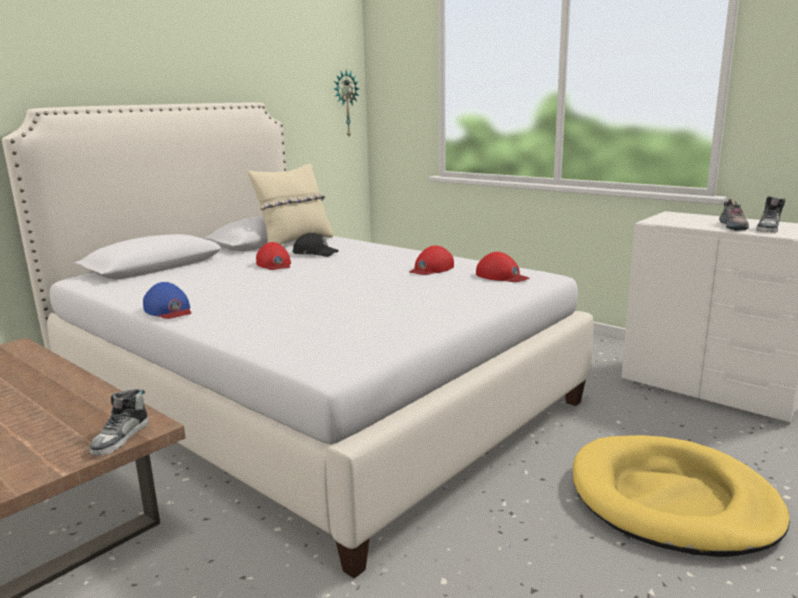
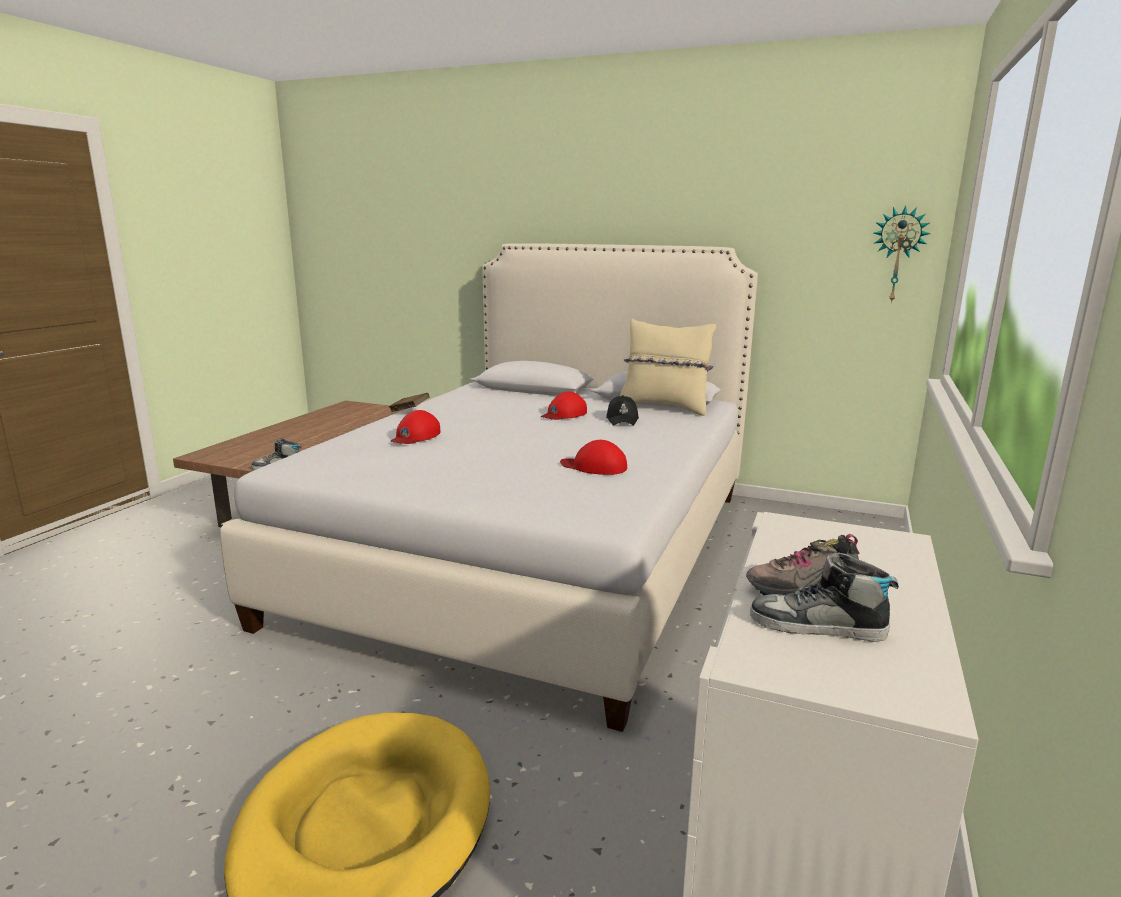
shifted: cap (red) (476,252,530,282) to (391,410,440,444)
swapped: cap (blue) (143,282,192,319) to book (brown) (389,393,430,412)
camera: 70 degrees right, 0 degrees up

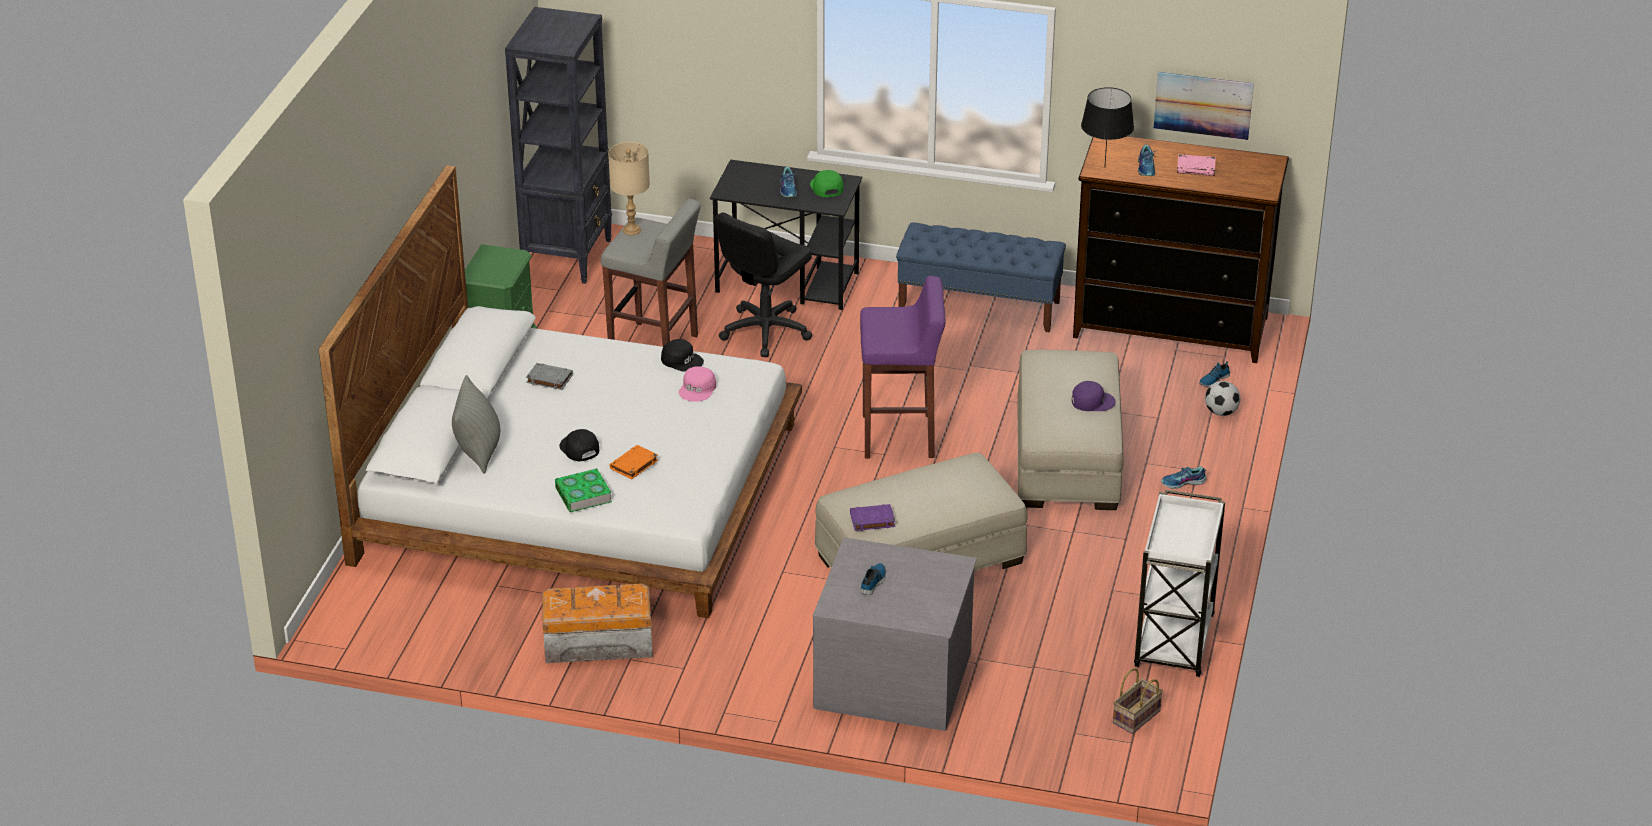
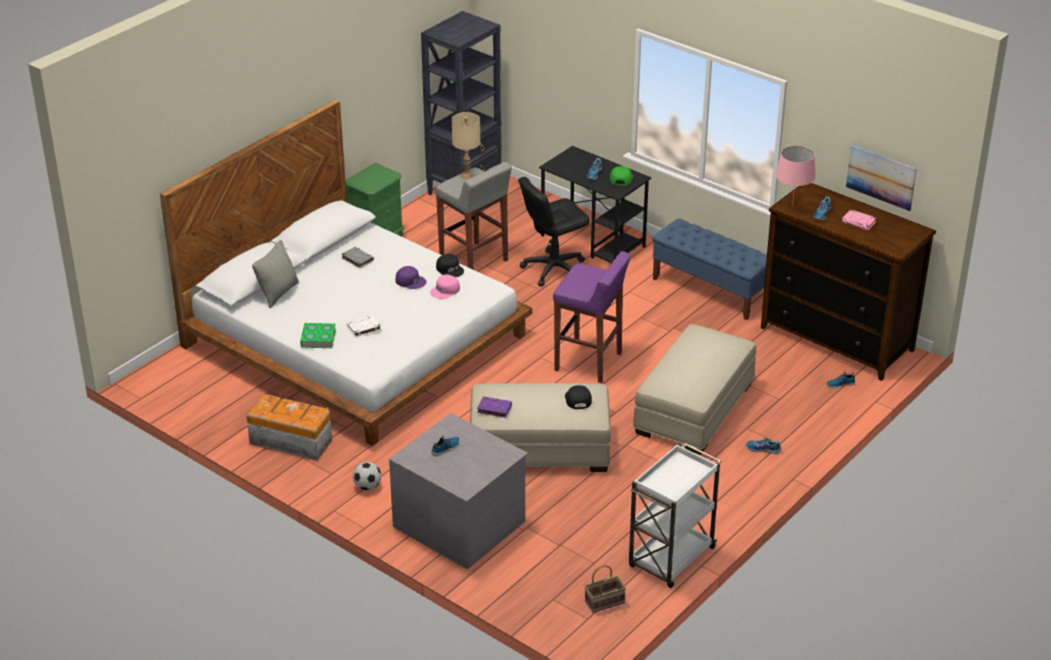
shifted: football (1205,381,1240,416) to (353,462,381,490); cap (purple) (1072,381,1116,411) to (396,266,427,289); cap (black) (560,429,599,461) to (565,385,592,409)
repainted: book (orange) (609,445,658,480) to book (white) (347,315,381,337); table lamp (black) (1081,87,1134,164) to table lamp (pink) (775,146,816,207)
camera: 25 degrees right, 0 degrees up

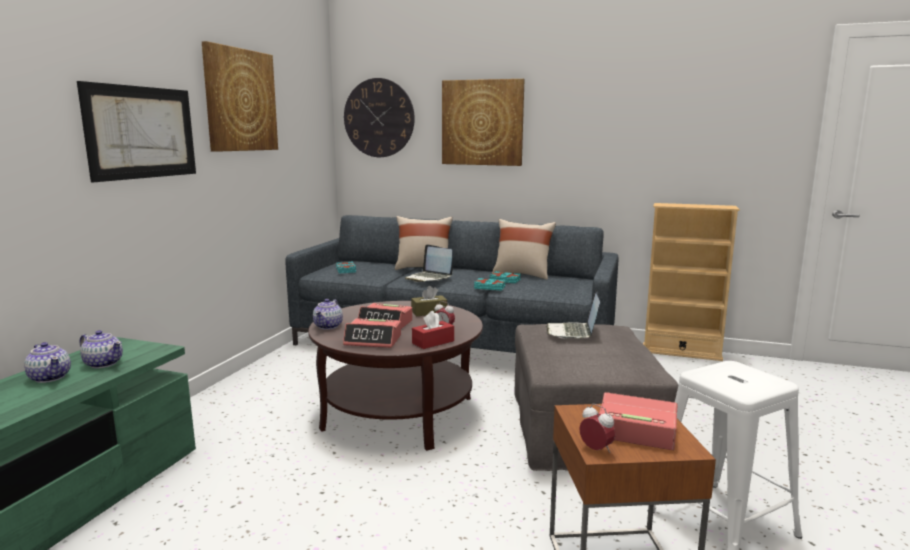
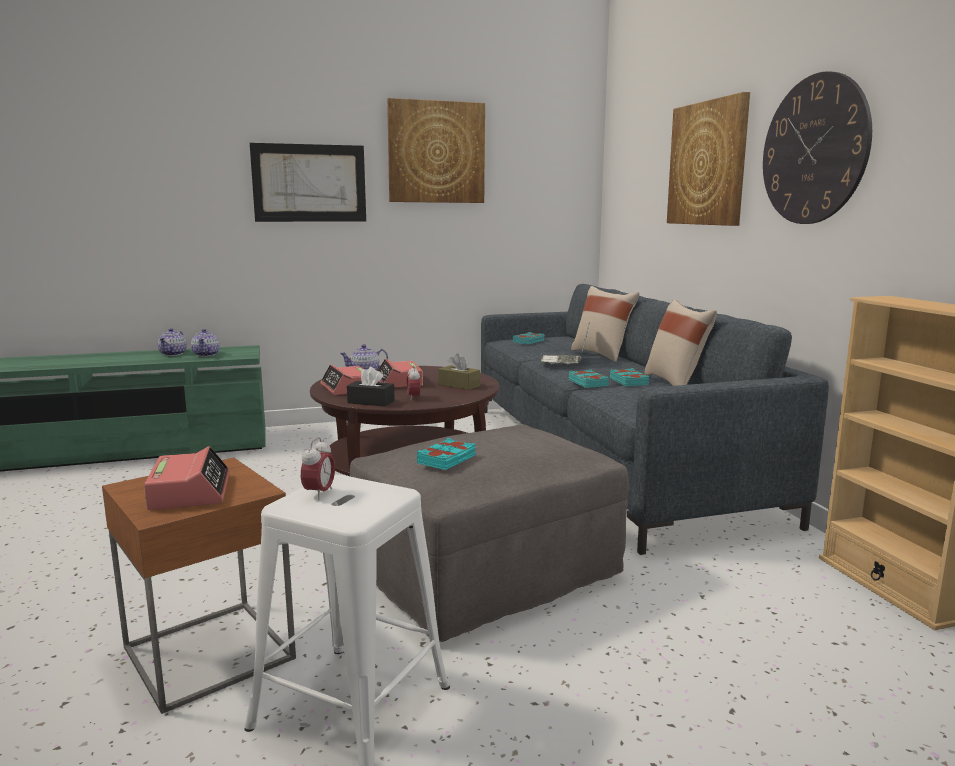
gone: laptop (546,289,600,339)
new: book (turquoise) (417,438,476,470)
shifted: alarm clock (579,404,616,453) to (301,437,335,500); wall clock (344,78,415,157) to (763,71,872,224)
repainted: tissue box (red) (412,311,454,349) to tissue box (black) (347,367,395,407)
camera: 55 degrees right, 0 degrees up

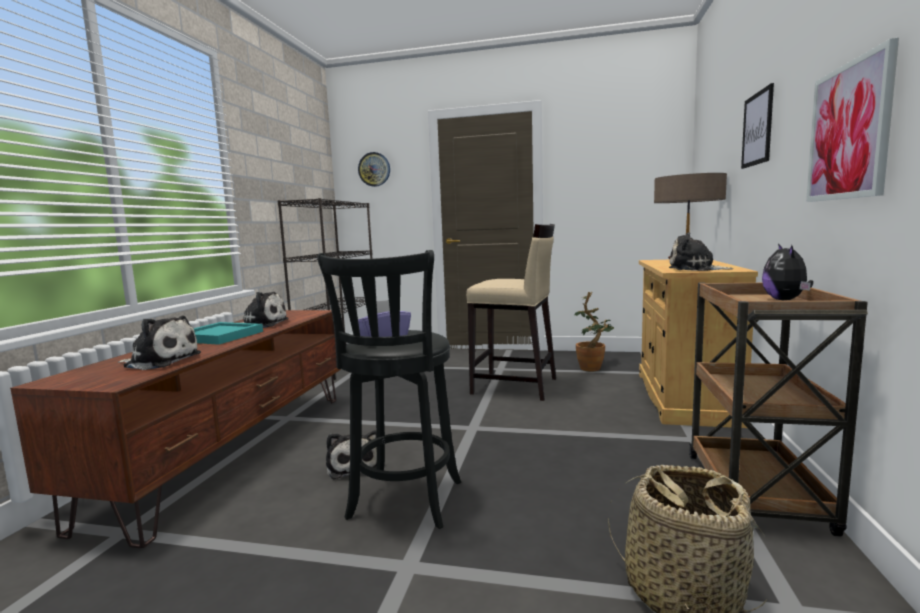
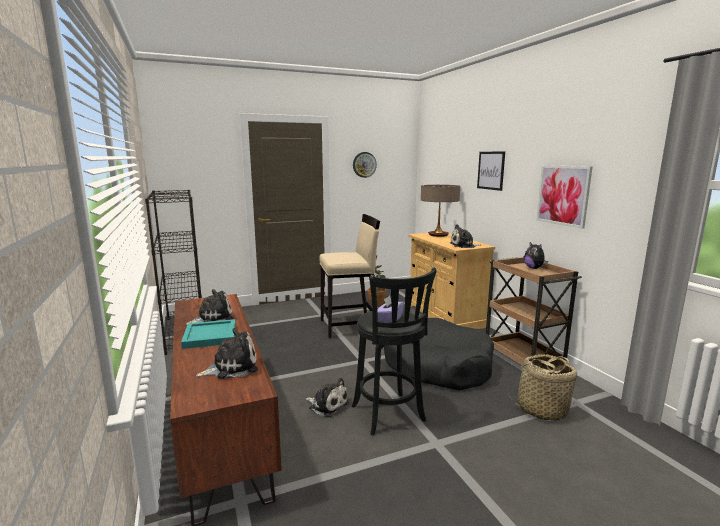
new: dog bed (black) (384,318,494,390)
shifted: wall clock (358,152,390,187) to (353,152,377,178)
camera: 35 degrees left, 5 degrees up

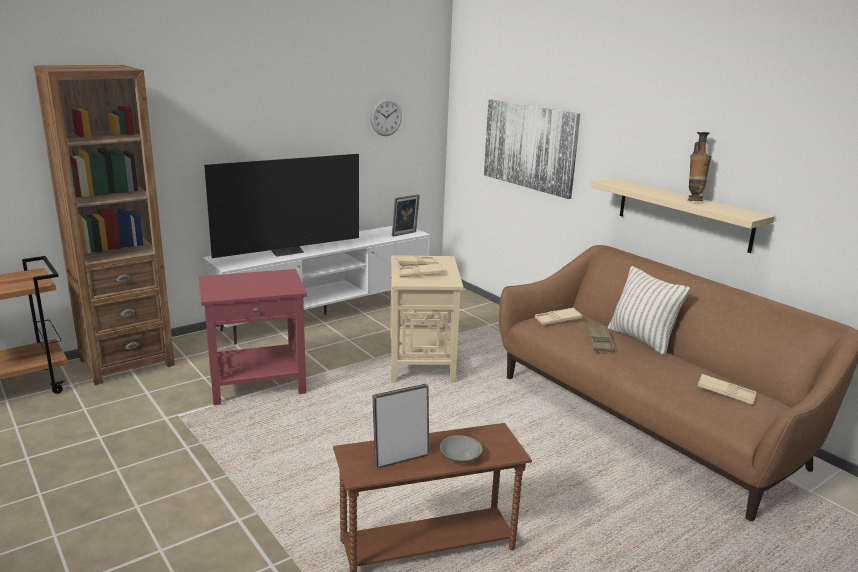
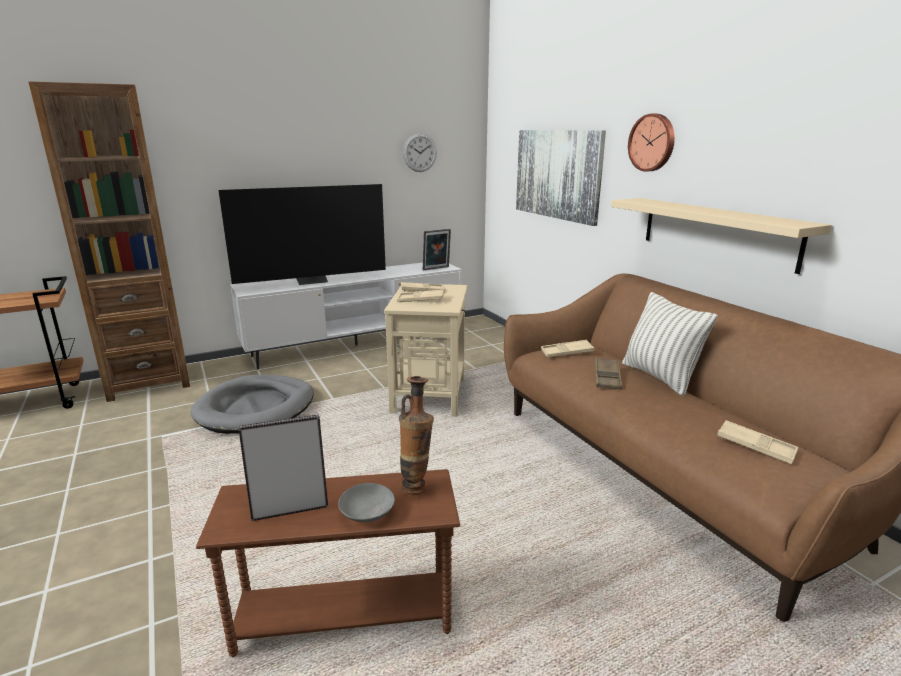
new: wall clock (628,114,675,172)
shifted: vase (688,132,712,201) to (399,376,434,495)
swapped: side table (red) (199,269,307,405) to dog bed (grey) (191,375,313,434)
camera: 10 degrees right, 0 degrees up

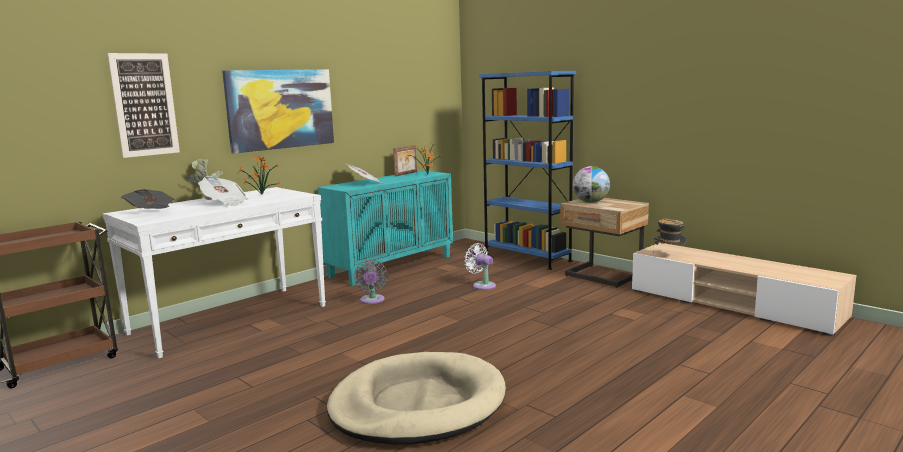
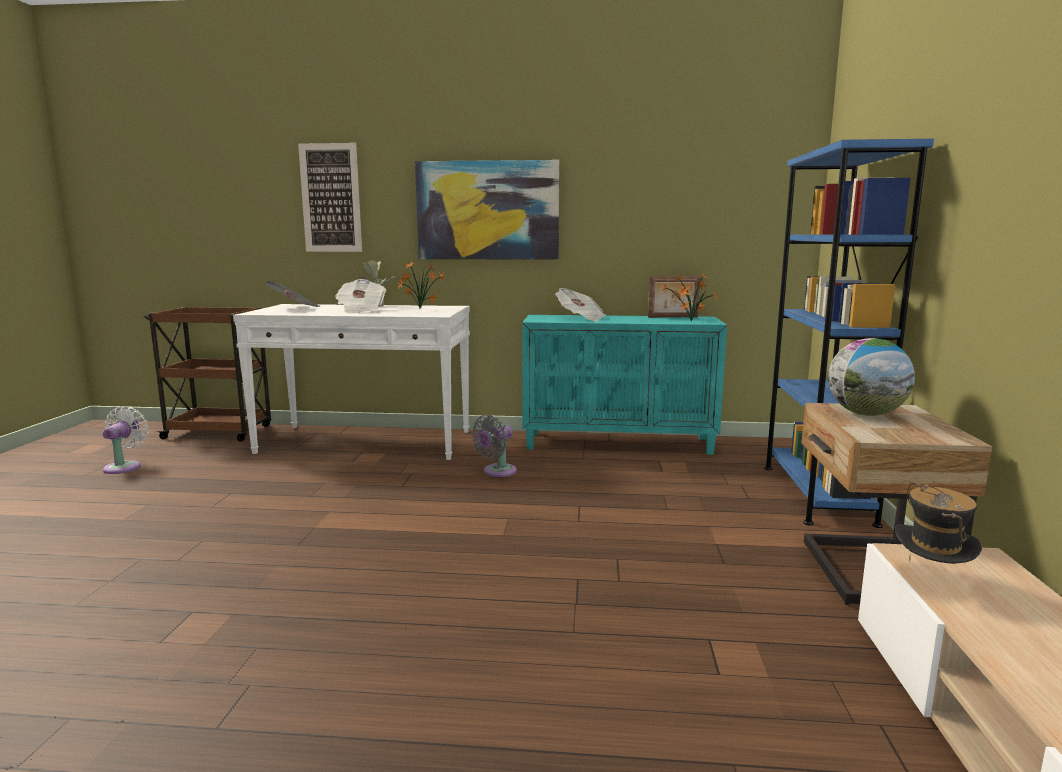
gone: dog bed (beige) (327,352,506,445)
shifted: fan (white) (464,243,496,290) to (103,406,149,474)
camera: 50 degrees right, 0 degrees up

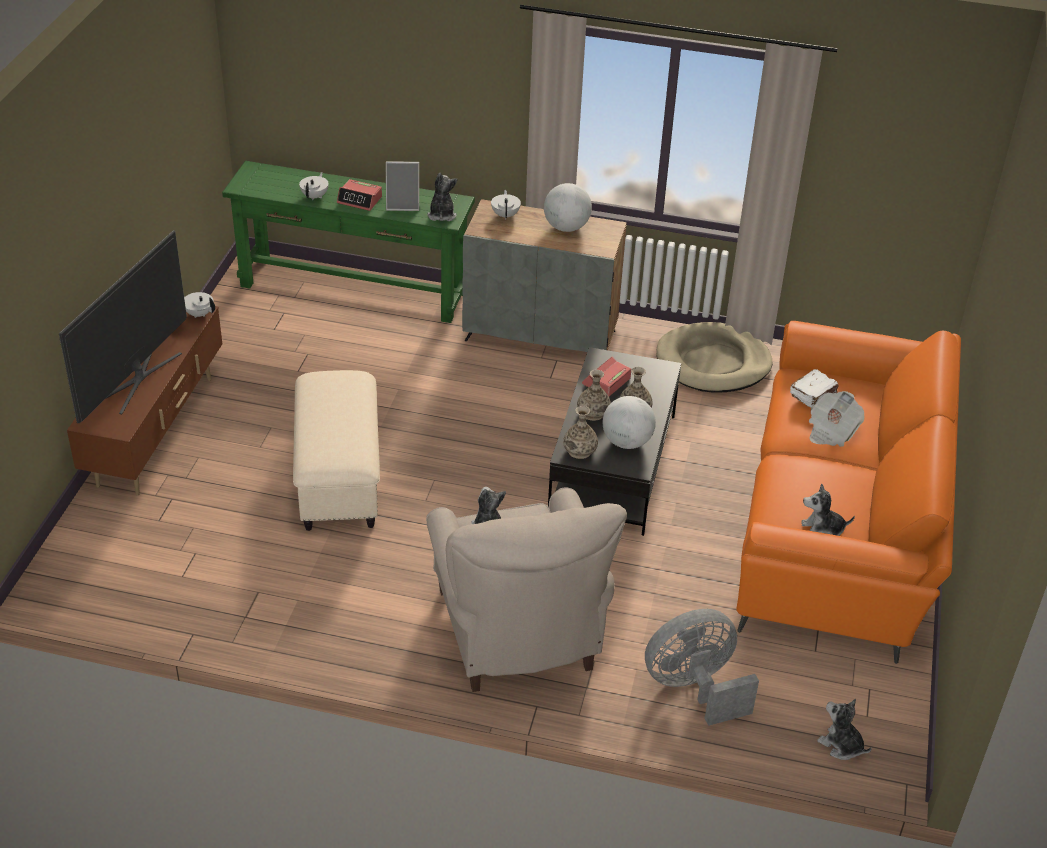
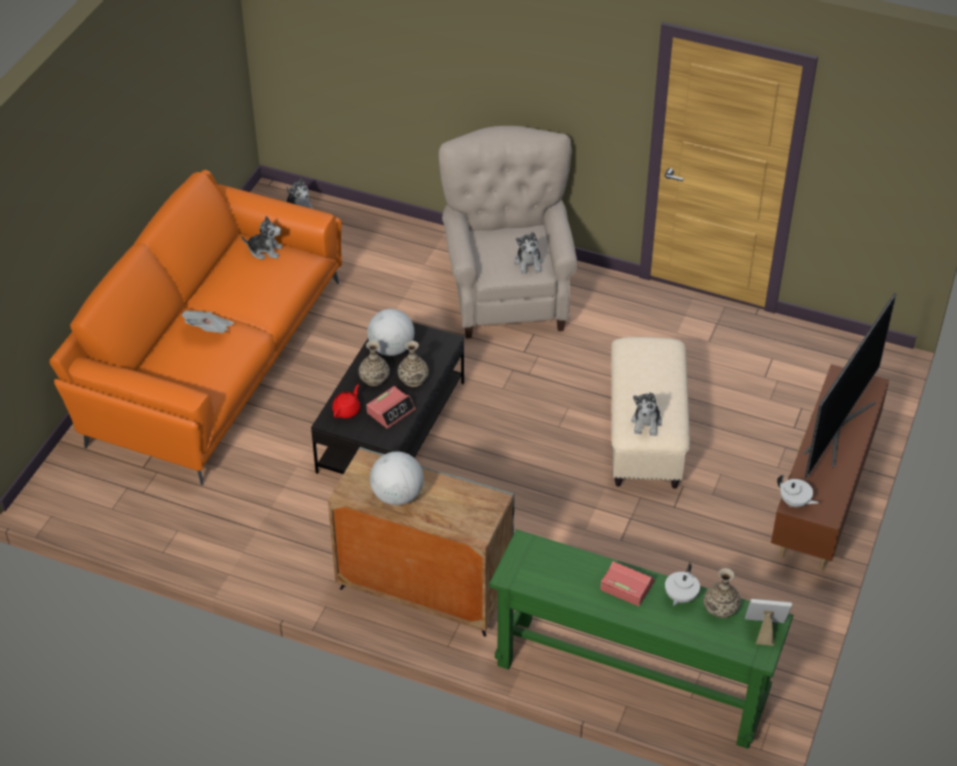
gone: teapot (white) (491,190,521,220); fan (grey) (645,609,759,726); dog bed (beige) (656,322,772,393); book (white) (790,369,839,408)
new: teapot (red) (332,384,360,418)
shifted: plush toy (428,172,457,221) to (631,393,662,436); vase (563,406,598,459) to (704,568,740,618); picture frame (386,161,419,211) to (745,599,792,646)
camera: 170 degrees left, 5 degrees up

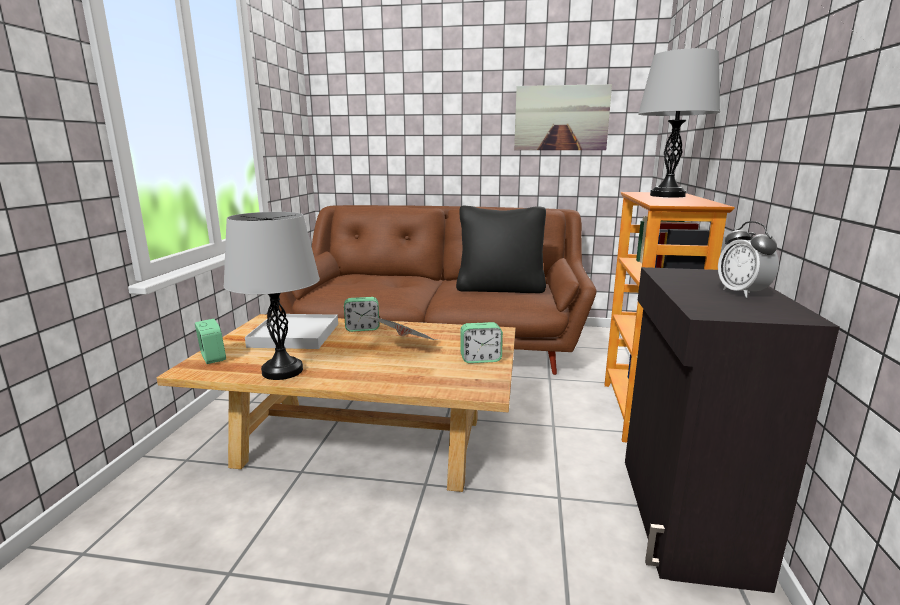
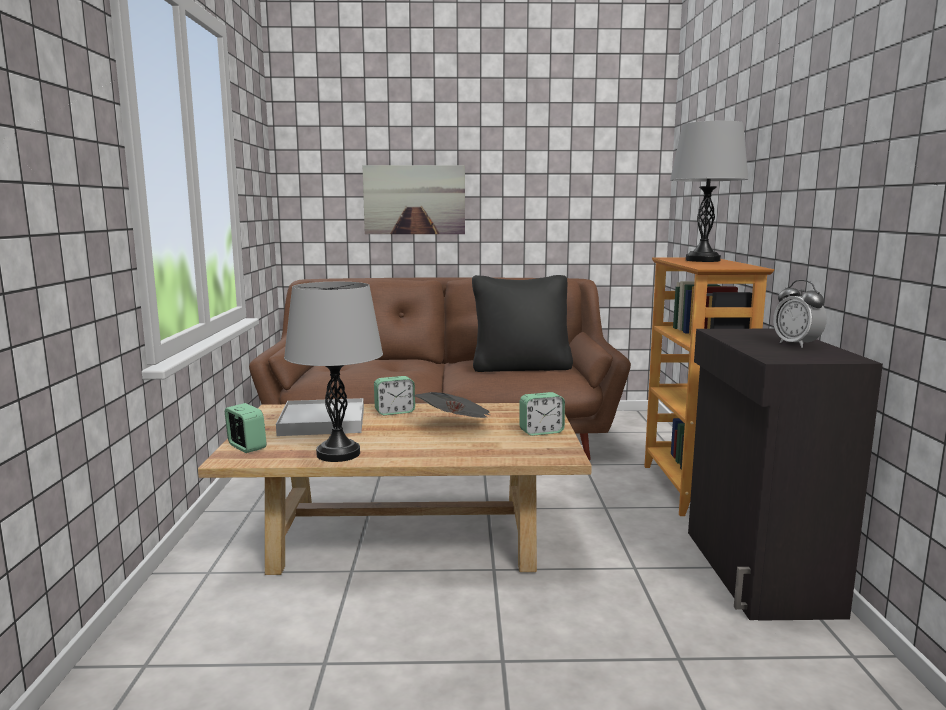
shifted: picture (514,84,612,150) to (362,165,465,234)
camera: 10 degrees left, 5 degrees down

